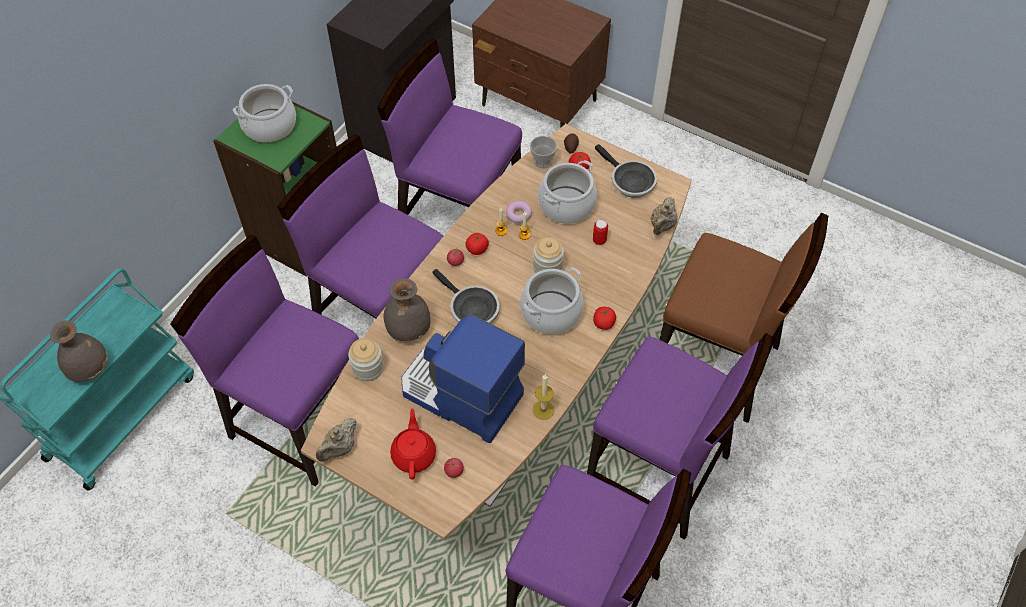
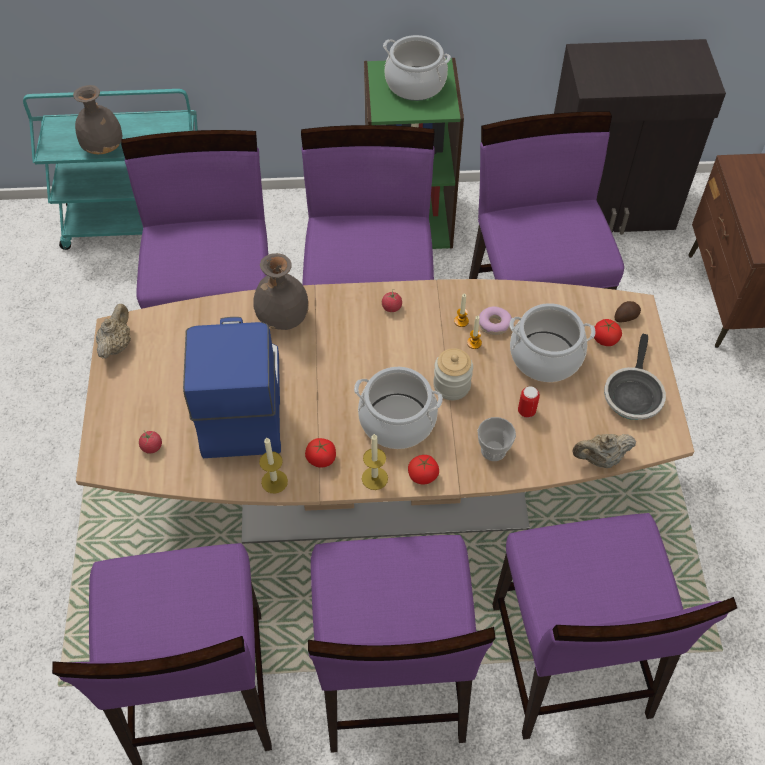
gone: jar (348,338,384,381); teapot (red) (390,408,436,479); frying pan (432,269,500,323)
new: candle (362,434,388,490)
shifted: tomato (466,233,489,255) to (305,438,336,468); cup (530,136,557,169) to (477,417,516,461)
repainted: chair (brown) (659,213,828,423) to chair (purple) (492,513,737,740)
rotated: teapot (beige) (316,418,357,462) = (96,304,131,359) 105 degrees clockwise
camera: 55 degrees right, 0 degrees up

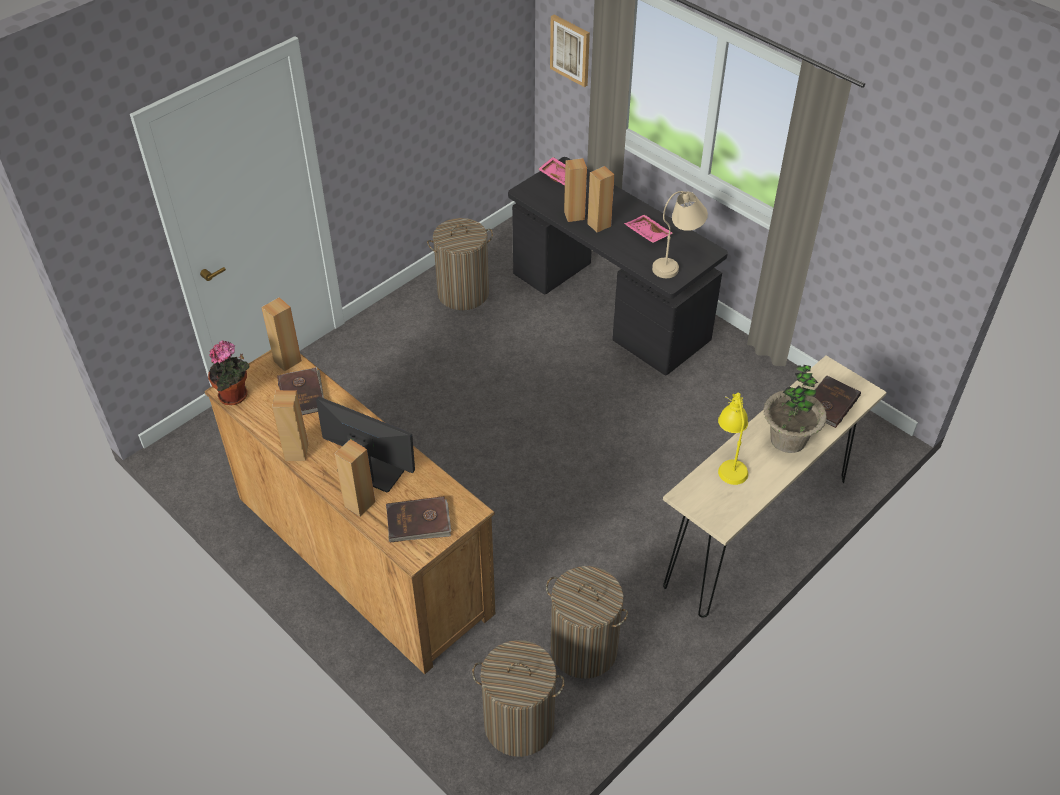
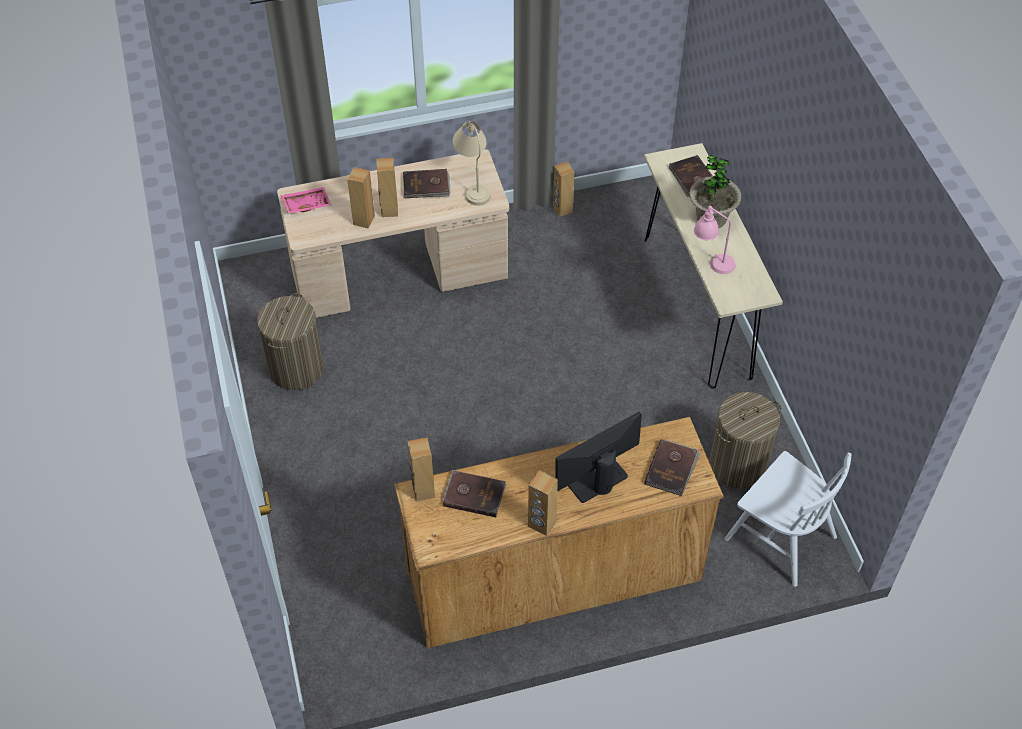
gone: potted plant (208,340,250,405); picture (550,15,590,87)
shifted: speaker (brown) (334,439,375,517) to (553,162,574,217)
swapped: tray (pink) (624,215,673,243) to book (brown) (403,169,450,198); laundry basket (472,640,565,757) to chair (white) (725,451,851,587)
repainted: desk (black) (508,157,728,375) to desk (beige) (277,149,509,318); table lamp (yellow) (718,393,748,485) to table lamp (pink) (694,206,736,274)
camera: 60 degrees left, 5 degrees up

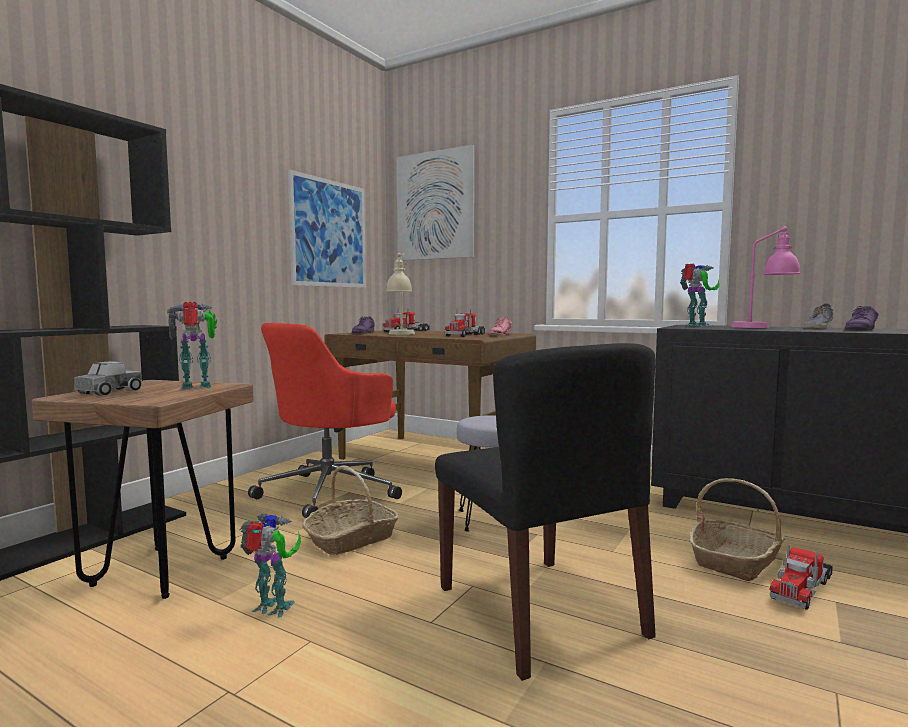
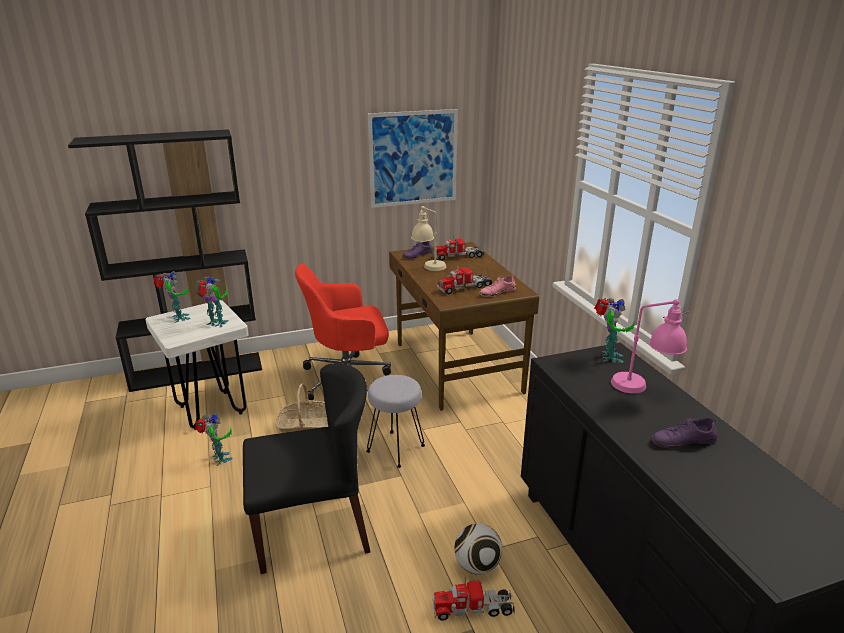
gone: picture (397,145,475,260); shoe (804,303,833,329)
swapped: toy truck (75,361,142,396) to toy robot (154,271,191,323); basket (689,478,785,581) to football (455,523,503,575)
repainted: stool (brown) (32,380,254,599) to stool (white) (145,300,249,430)
rotated: chair (black) (435,343,656,681) = (243,363,371,574) 120 degrees counterclockwise
camera: 40 degrees right, 20 degrees up

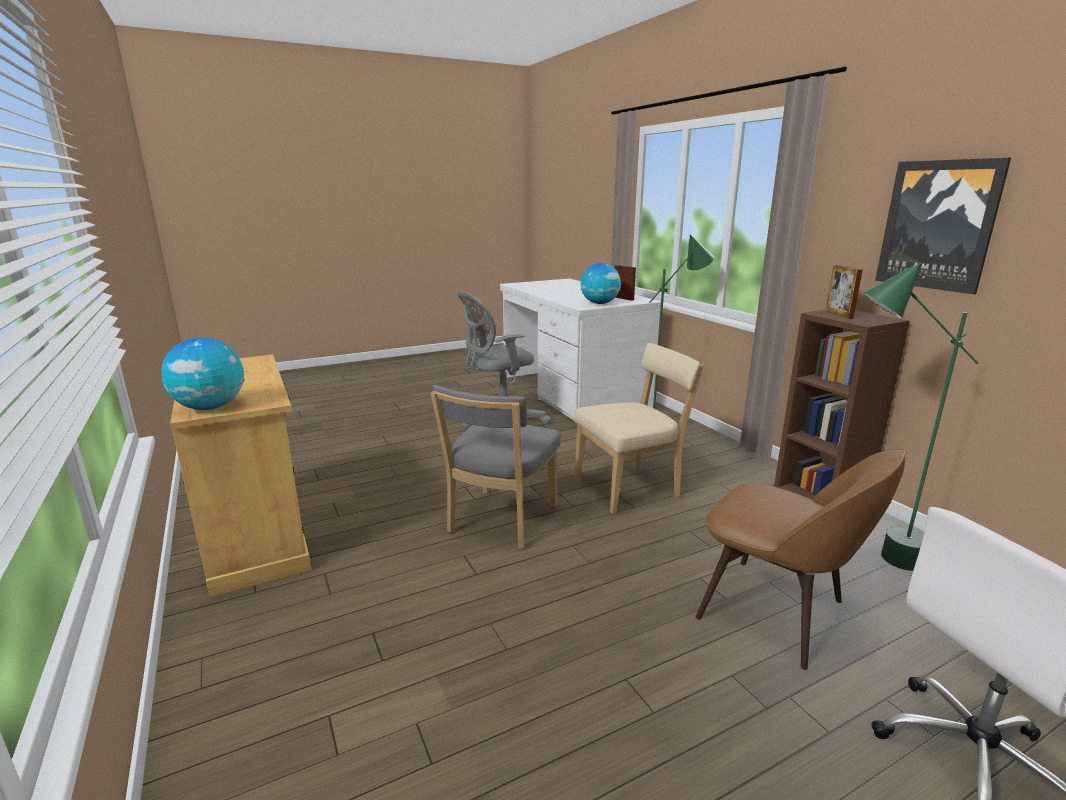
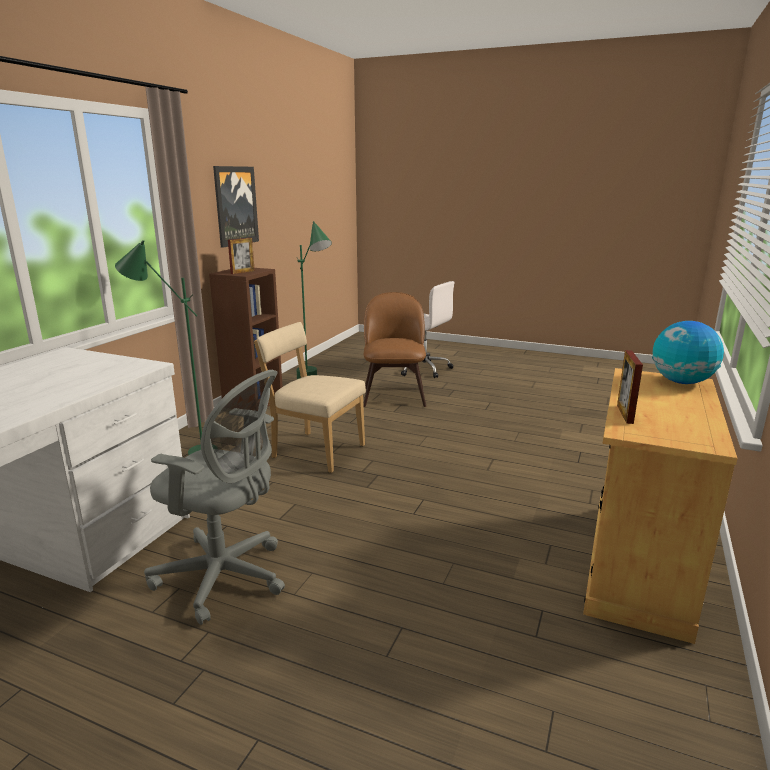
gone: chair (grey) (431,385,561,549); globe (581,263,621,304)
shifted: picture frame (614,265,636,301) to (617,350,643,424)
camera: 130 degrees left, 0 degrees up

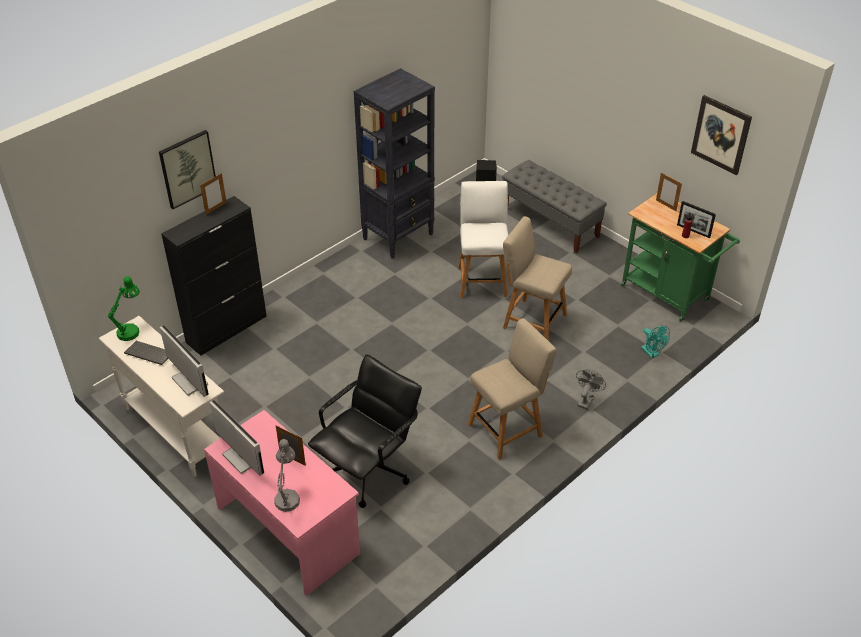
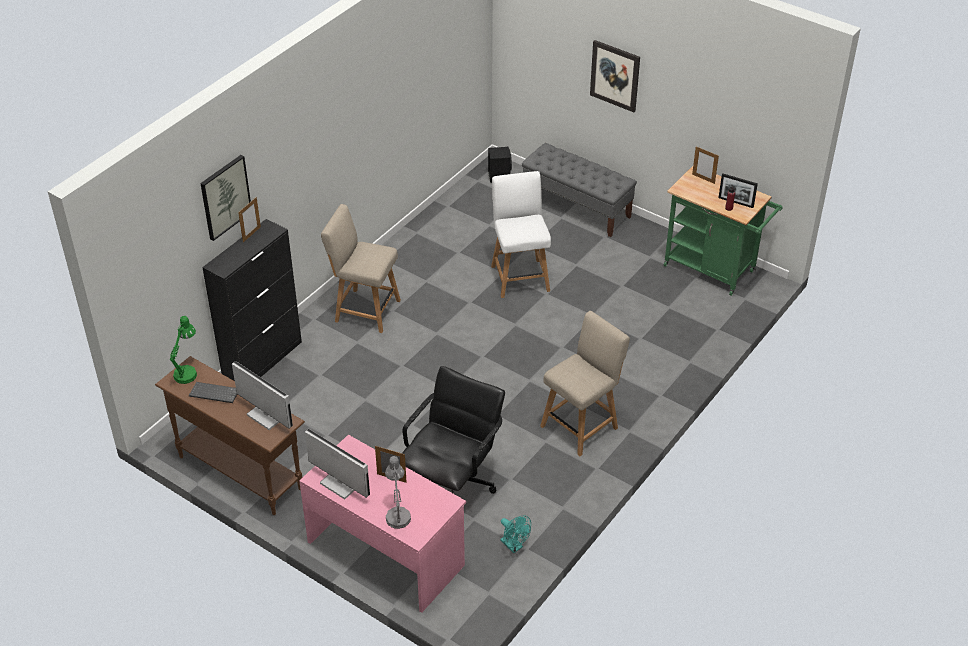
gone: bookcase (black) (354,68,435,259); fan (grey) (576,370,606,410)
shifted: chair (beige) (503,216,572,341) to (321,204,401,333); fan (turquoise) (641,326,670,358) to (500,515,531,553); picture (691,95,752,175) to (590,40,640,112)
repainted: console table (white) (99,316,224,477) to console table (brown) (155,356,305,515)
camera: 10 degrees left, 0 degrees up

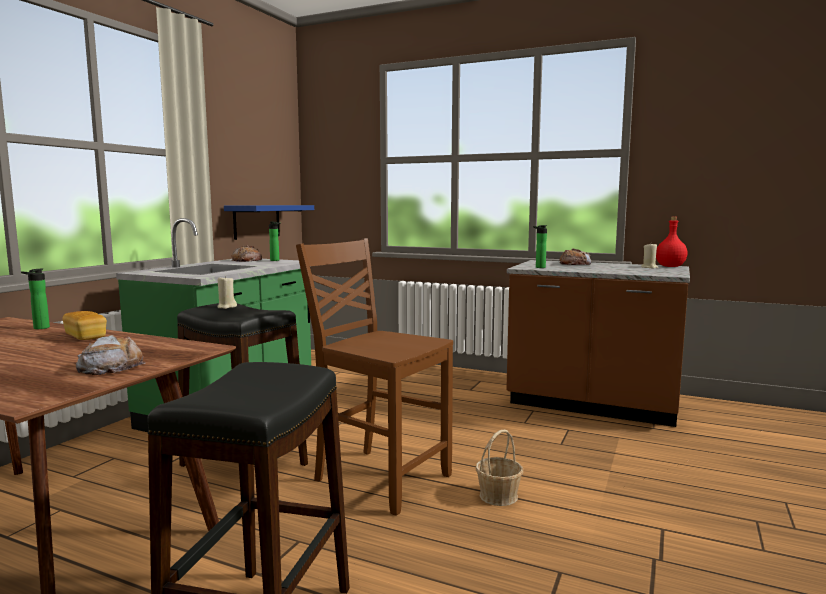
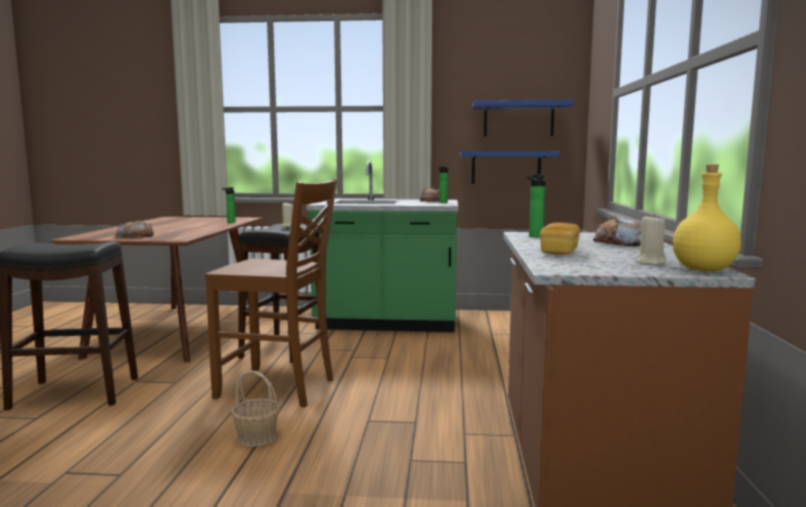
new: shelf (blue) (472,100,574,137)
shifted: bread (62,311,107,340) to (540,223,580,255)
repainted: bottle (red) (656,217,687,267) to bottle (yellow) (673,164,741,271)
rotated: chair (brown) (296,238,453,516) = (205,179,337,407) 90 degrees clockwise
camera: 70 degrees right, 0 degrees up

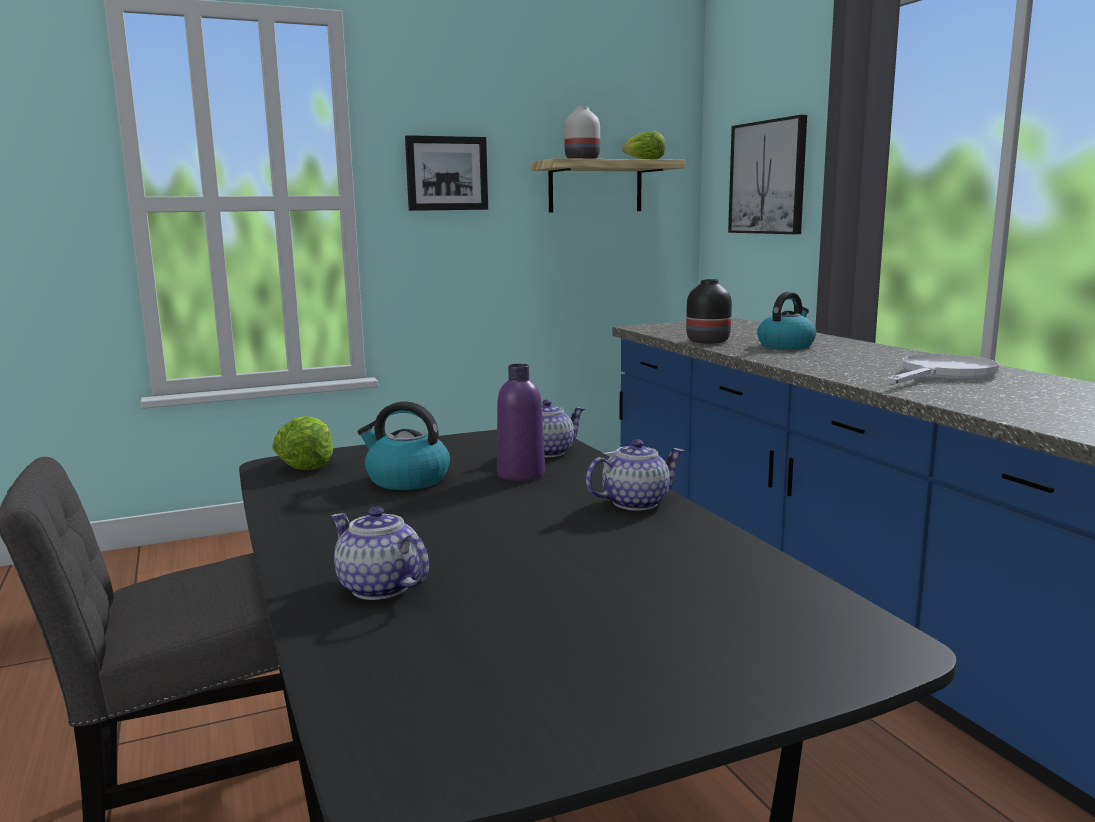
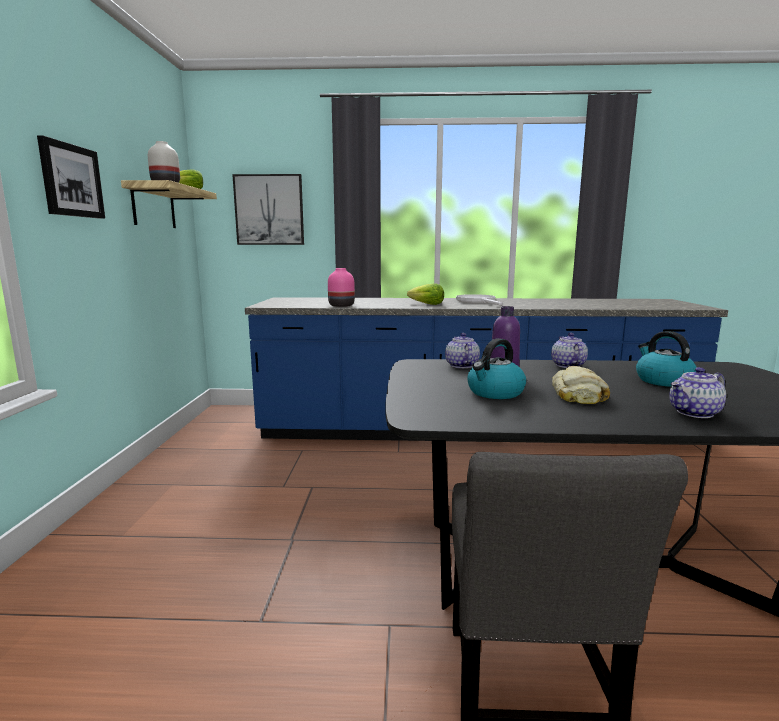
new: bread (552,366,610,404)
shifted: lettuce (272,416,333,470) to (407,284,444,305); kettle (757,292,816,350) to (636,331,697,387)
repainted: vase (black) (686,279,732,344) to vase (pink) (328,268,355,307)
camera: 65 degrees left, 0 degrees up

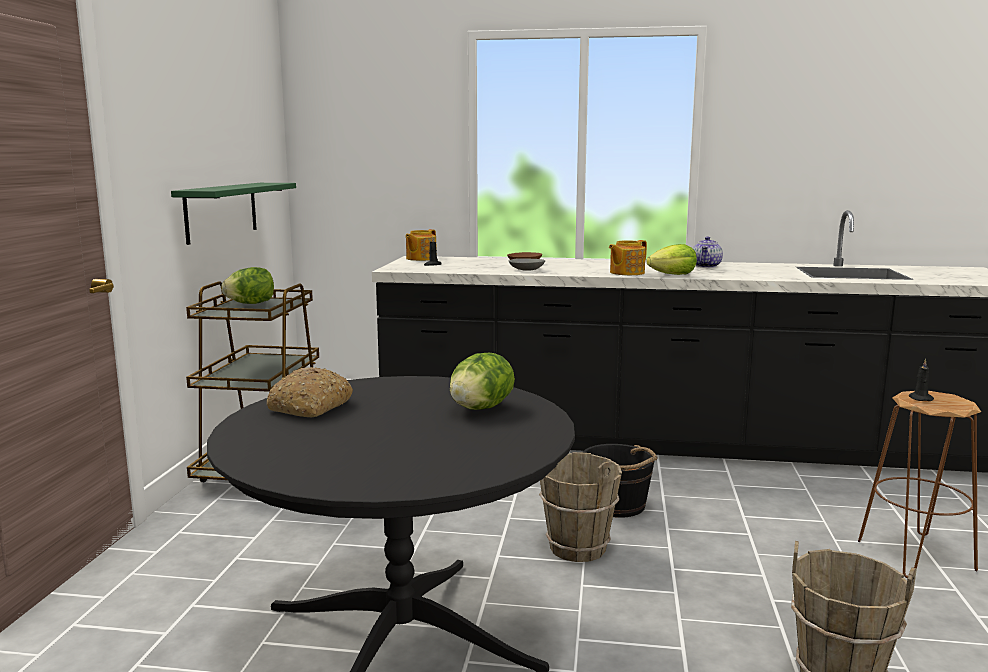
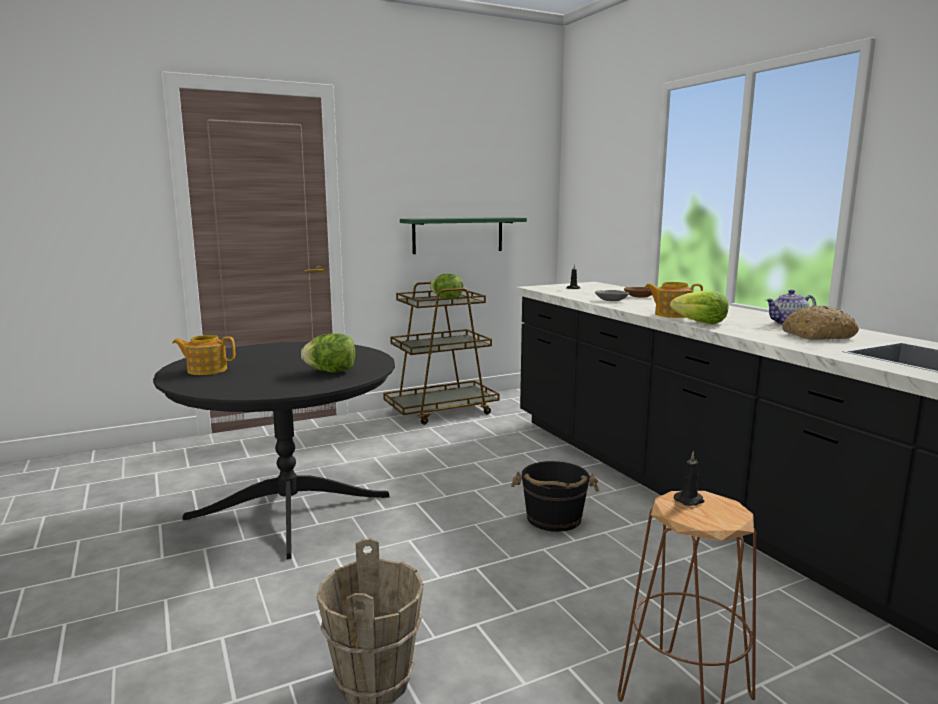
gone: bucket (brown) (539,452,622,562)
shifted: teapot (405,229,437,261) to (172,335,235,375); bread (267,367,353,417) to (782,305,859,340)
camera: 55 degrees right, 0 degrees up

